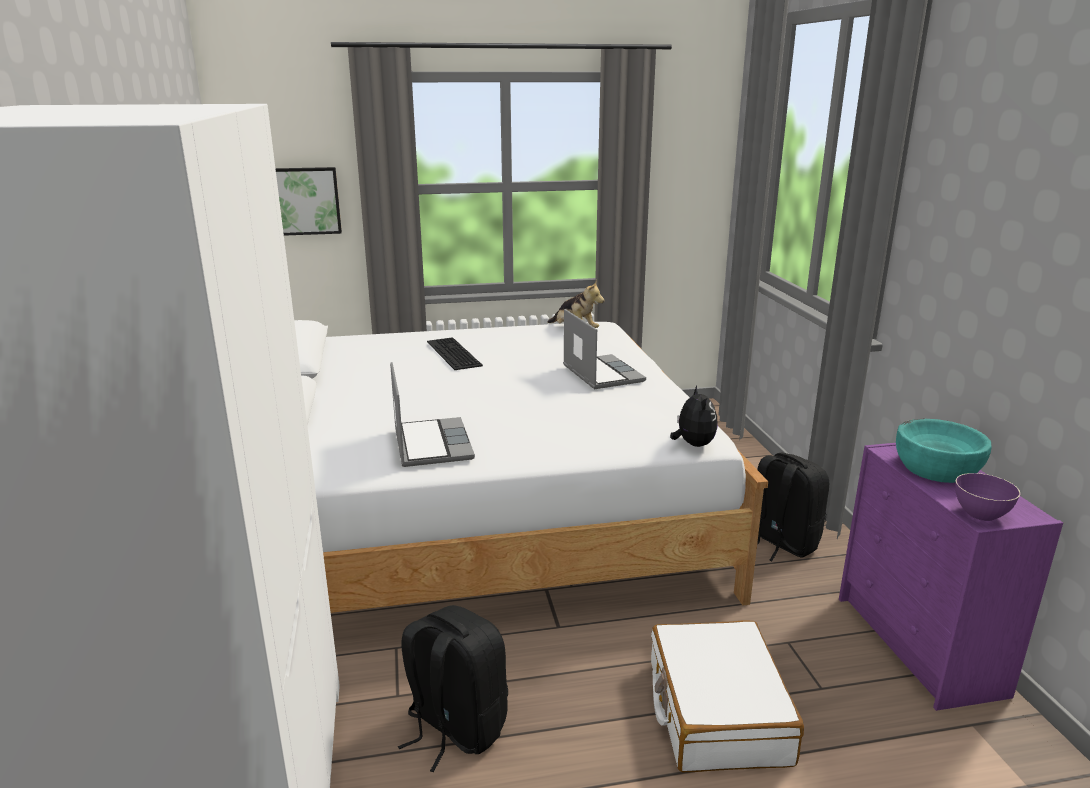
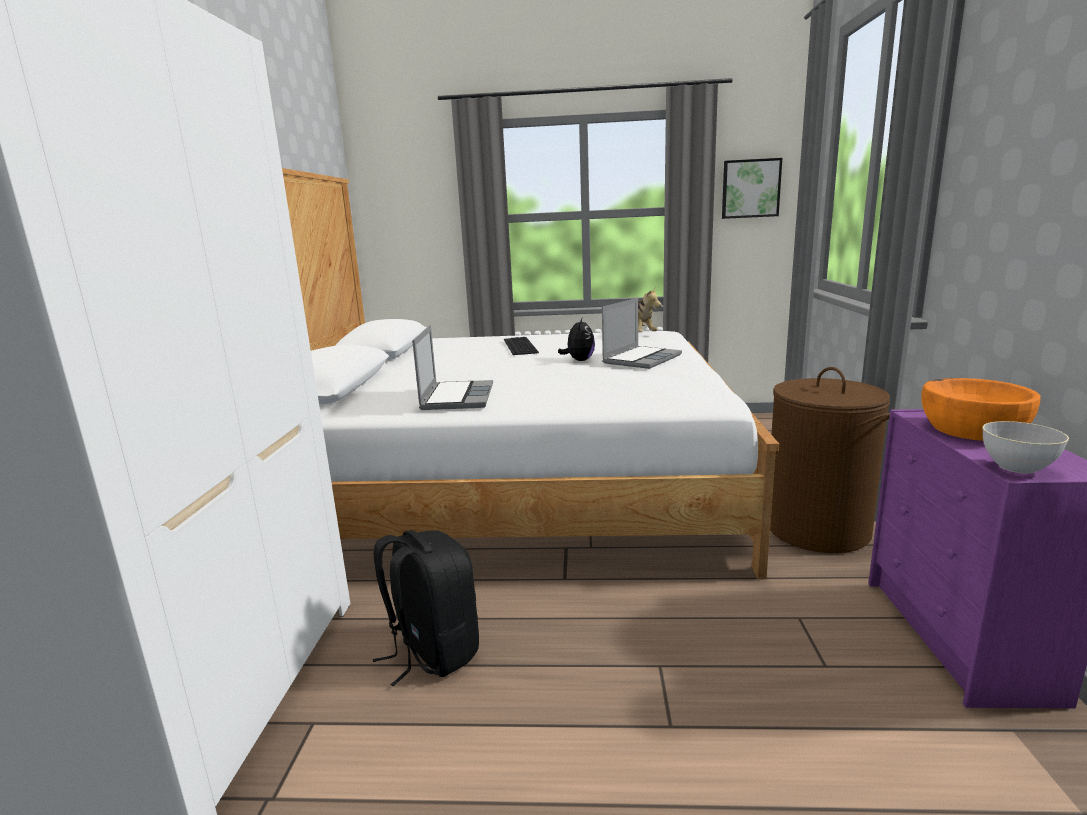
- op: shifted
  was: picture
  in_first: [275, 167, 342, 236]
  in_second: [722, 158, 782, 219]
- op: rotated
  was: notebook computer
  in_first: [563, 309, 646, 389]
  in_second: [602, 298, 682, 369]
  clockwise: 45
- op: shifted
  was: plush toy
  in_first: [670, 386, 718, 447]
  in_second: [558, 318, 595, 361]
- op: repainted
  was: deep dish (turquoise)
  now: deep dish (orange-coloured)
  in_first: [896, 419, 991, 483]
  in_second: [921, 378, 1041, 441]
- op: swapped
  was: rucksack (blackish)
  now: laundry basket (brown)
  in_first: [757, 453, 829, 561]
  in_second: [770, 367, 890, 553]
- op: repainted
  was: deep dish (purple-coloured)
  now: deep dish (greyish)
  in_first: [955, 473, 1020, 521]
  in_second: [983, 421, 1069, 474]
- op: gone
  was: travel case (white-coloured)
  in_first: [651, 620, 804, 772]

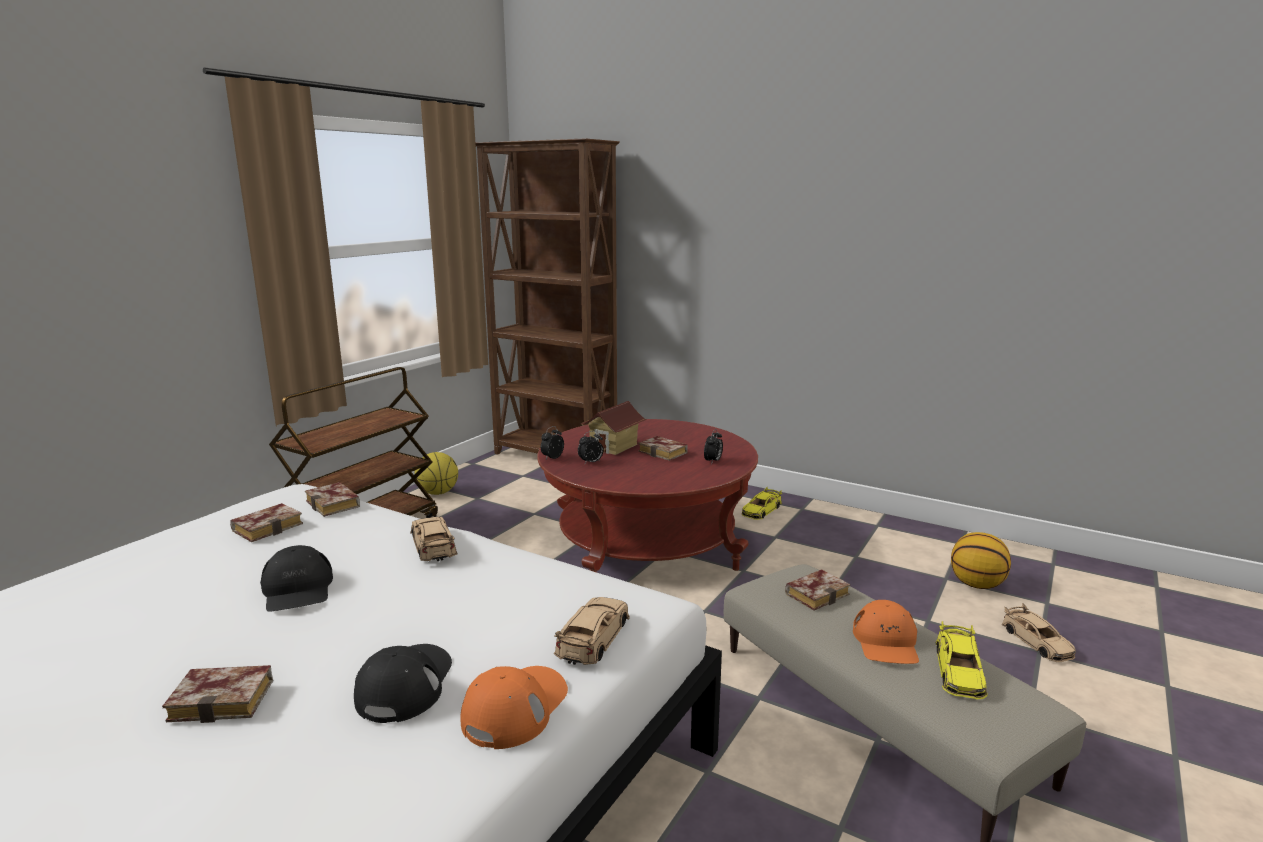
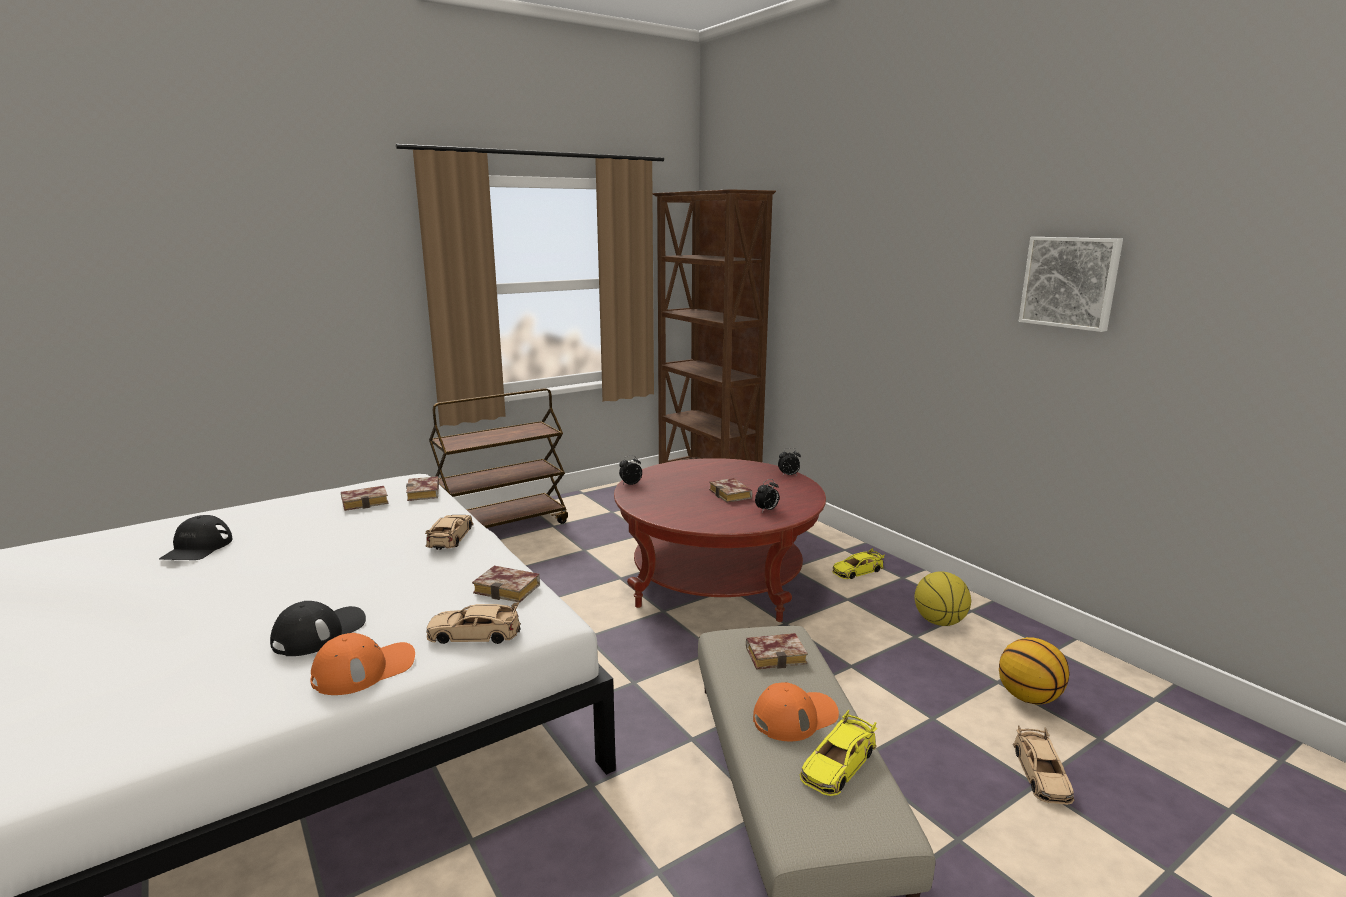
- op: gone
  was: toy house
  in_first: [581, 401, 647, 455]
- op: shifted
  was: alarm clock
  in_first: [578, 431, 603, 465]
  in_second: [778, 448, 801, 476]
- op: shifted
  was: basketball
  in_first: [414, 452, 458, 495]
  in_second: [914, 572, 971, 626]
- op: shifted
  was: peaked cap (blackish)
  in_first: [260, 545, 333, 612]
  in_second: [159, 515, 233, 560]
- op: rotated
  was: toy car (beige-coloured)
  in_first: [554, 597, 630, 665]
  in_second: [426, 602, 521, 644]
  clockwise: -135
- op: rotated
  was: peaked cap (orange-coloured)
  in_first: [853, 600, 919, 664]
  in_second: [753, 682, 839, 741]
  clockwise: -150
- op: shifted
  was: volume
  in_first: [162, 665, 273, 723]
  in_second: [472, 566, 540, 603]
- op: new
  now: picture
  in_second: [1019, 237, 1123, 332]

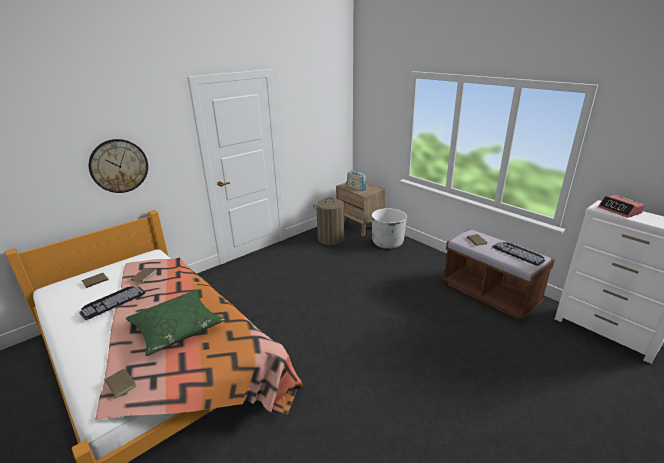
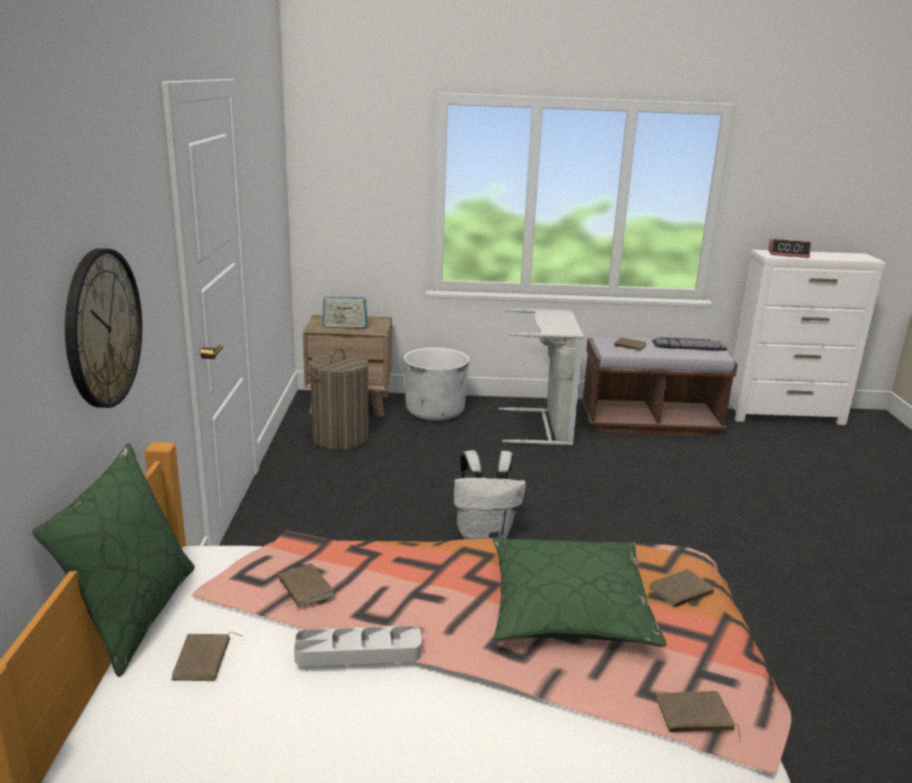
- op: swapped
  was: keyboard
  now: tray (greyish)
  in_first: [79, 286, 145, 320]
  in_second: [294, 626, 422, 666]
- op: new
  now: laundry basket (greyish)
  in_second: [499, 308, 584, 445]
- op: new
  now: throw pillow (greenish)
  in_second: [32, 443, 195, 677]
- op: new
  now: rucksack (white-coloured)
  in_second: [454, 450, 526, 539]
- op: new
  now: volume (brown)
  in_second: [650, 569, 723, 607]

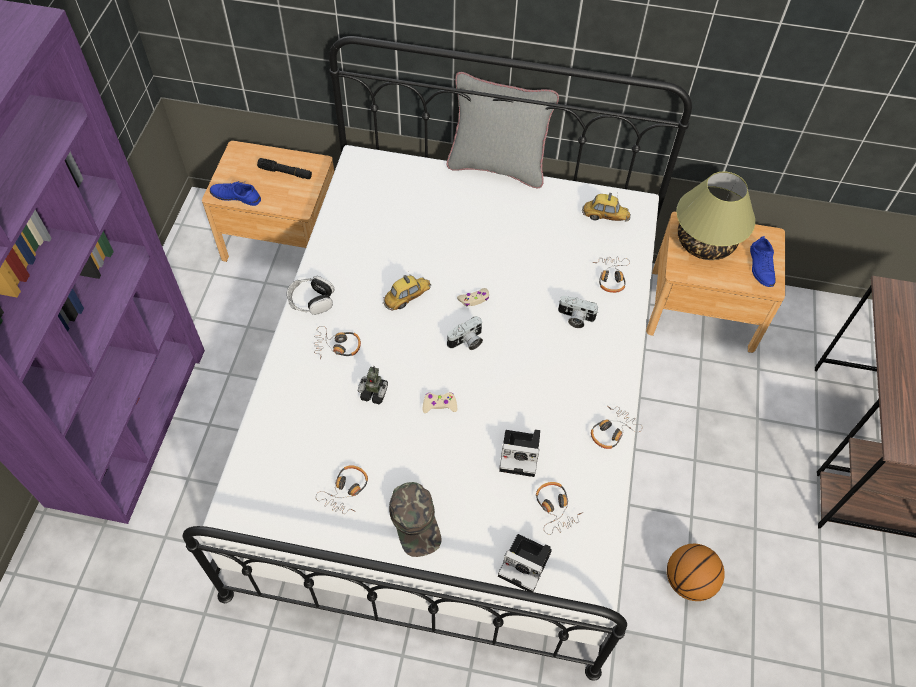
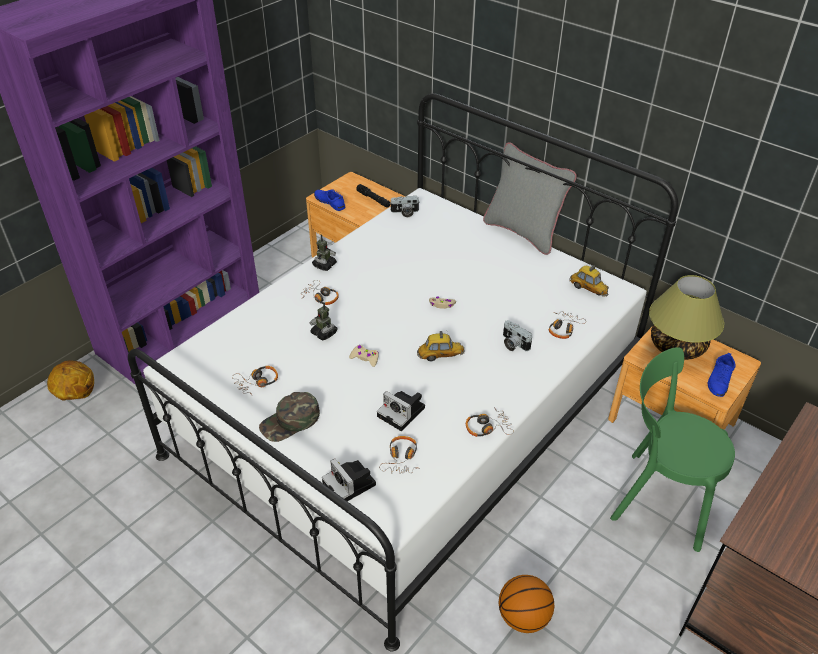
- op: shifted
  was: toy car
  in_first: [383, 275, 431, 311]
  in_second: [417, 331, 465, 361]
- op: swapped
  was: headset
  now: model robot
  in_first: [287, 276, 334, 315]
  in_second: [312, 235, 337, 271]
- op: shifted
  was: photo camera
  in_first: [446, 316, 483, 350]
  in_second: [390, 196, 420, 217]
- op: rotated
  was: peaked cap (greenish)
  in_first: [389, 482, 442, 557]
  in_second: [259, 392, 320, 442]
  clockwise: 45
- op: new
  now: chair (greenish)
  in_second: [610, 347, 735, 552]
- op: new
  now: basketball
  in_second: [47, 360, 94, 400]

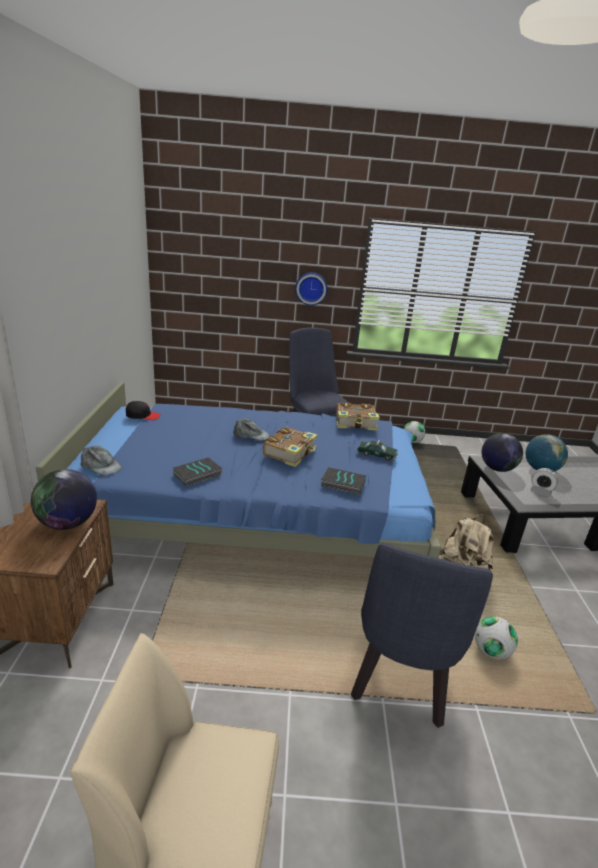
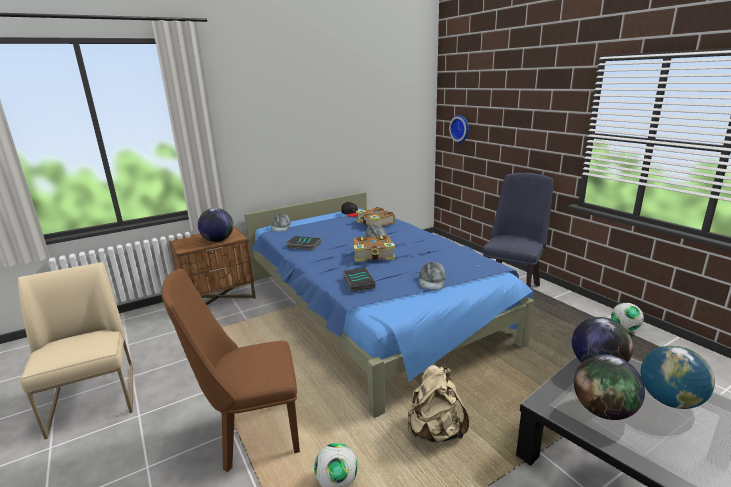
- op: shifted
  was: wall clock
  in_first: [295, 272, 328, 305]
  in_second: [449, 115, 469, 143]
- op: shifted
  was: volume
  in_first: [336, 402, 380, 431]
  in_second: [356, 207, 395, 226]
- op: swapped
  was: toy car
  now: peaked cap (greyish)
  in_first: [357, 440, 398, 461]
  in_second: [419, 261, 446, 290]
- op: swapped
  was: alarm clock
  now: world globe
  in_first: [530, 468, 559, 497]
  in_second: [574, 354, 645, 420]
- op: repainted
  was: chair (blue-coloured)
  now: chair (brown)
  in_first: [351, 543, 493, 728]
  in_second: [162, 269, 300, 472]

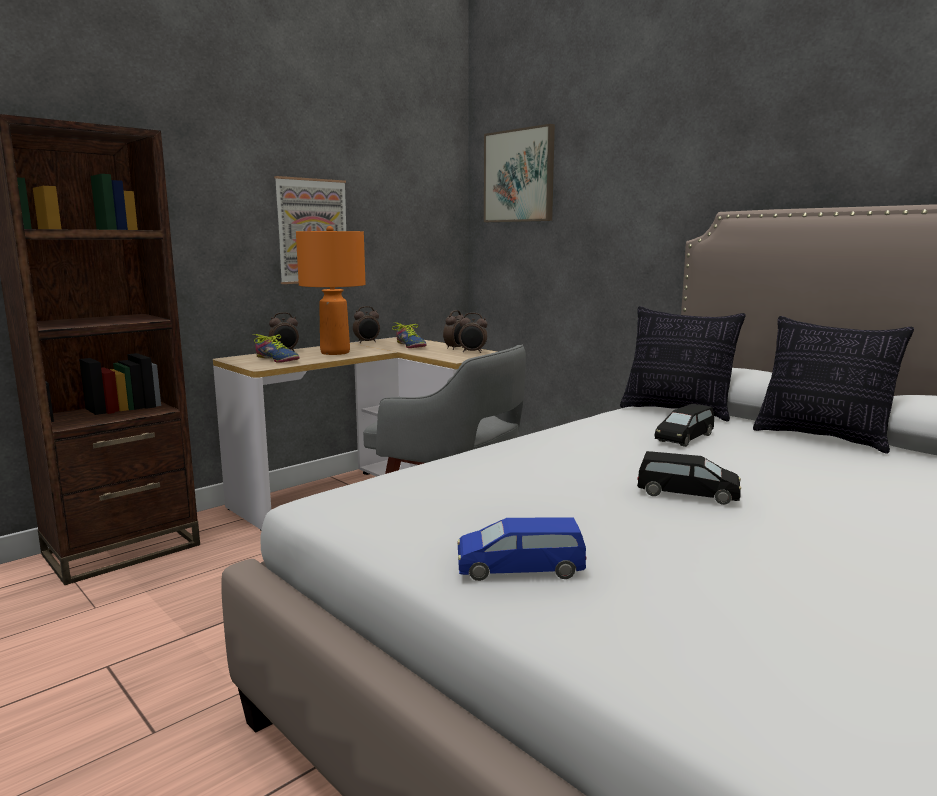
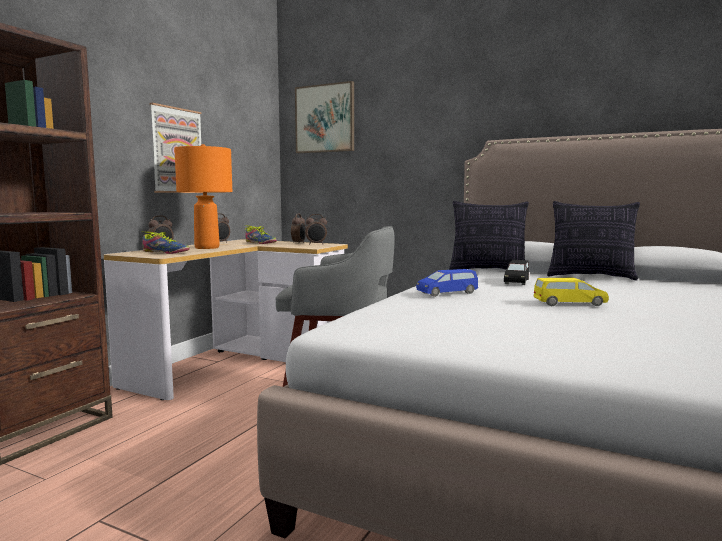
- op: repainted
  was: toy car (blackish)
  now: toy car (yellowish)
  in_first: [637, 451, 741, 505]
  in_second: [534, 278, 609, 306]
- op: shifted
  was: toy car (blue-coloured)
  in_first: [458, 517, 586, 581]
  in_second: [416, 269, 478, 297]

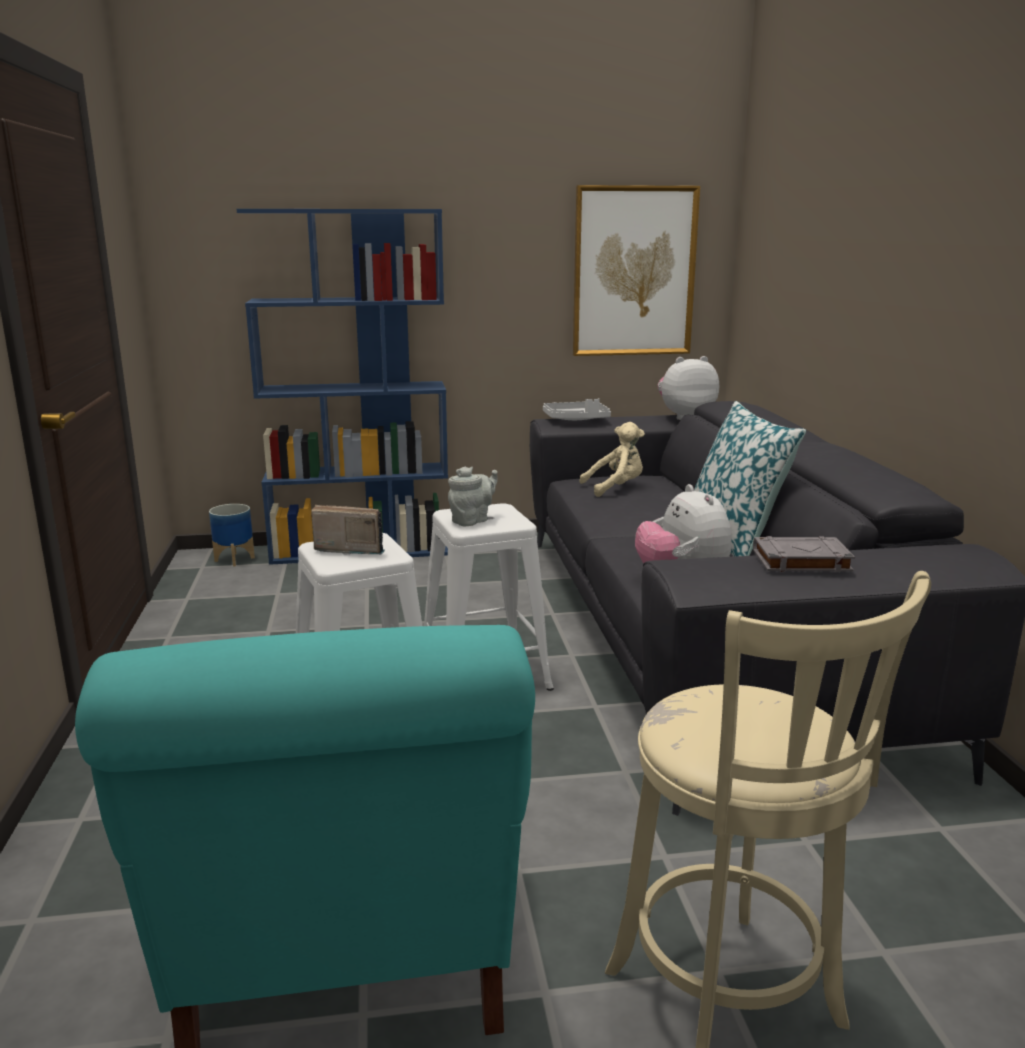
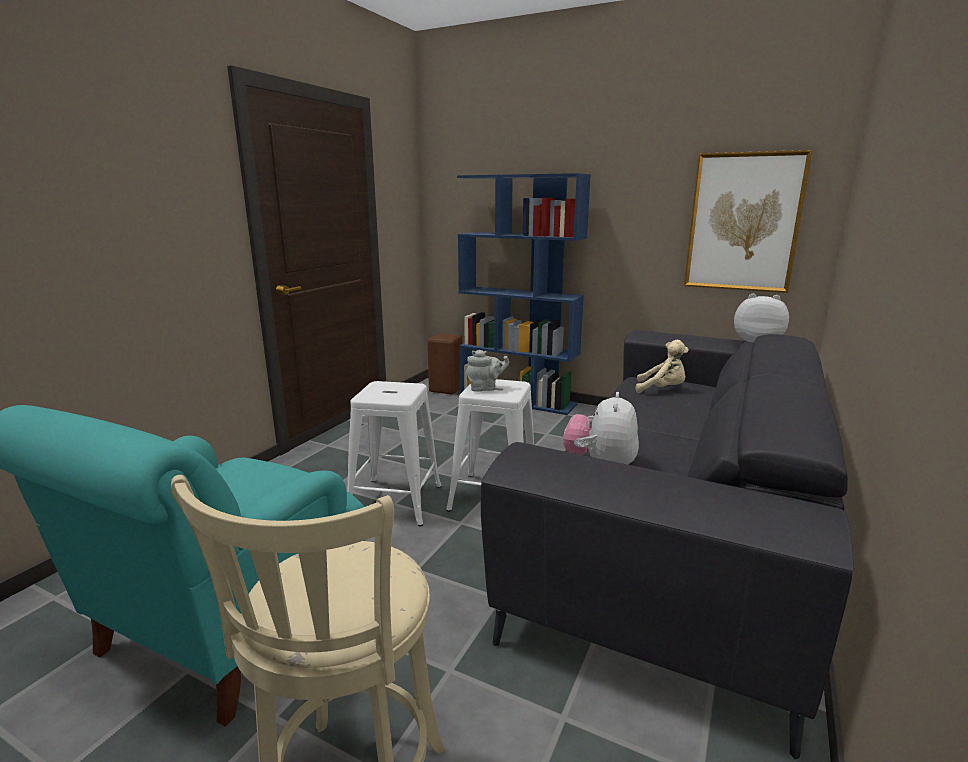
- op: gone
  was: tray (greyish)
  in_first: [543, 398, 611, 420]
- op: gone
  was: throw pillow
  in_first: [694, 401, 806, 556]
- op: swapped
  was: planter
  now: sitting stool (brown)
  in_first: [209, 504, 255, 567]
  in_second: [427, 333, 462, 394]
- op: gone
  was: radio set
  in_first: [311, 505, 385, 554]
- op: gone
  was: volume (greyish)
  in_first: [753, 536, 855, 572]

